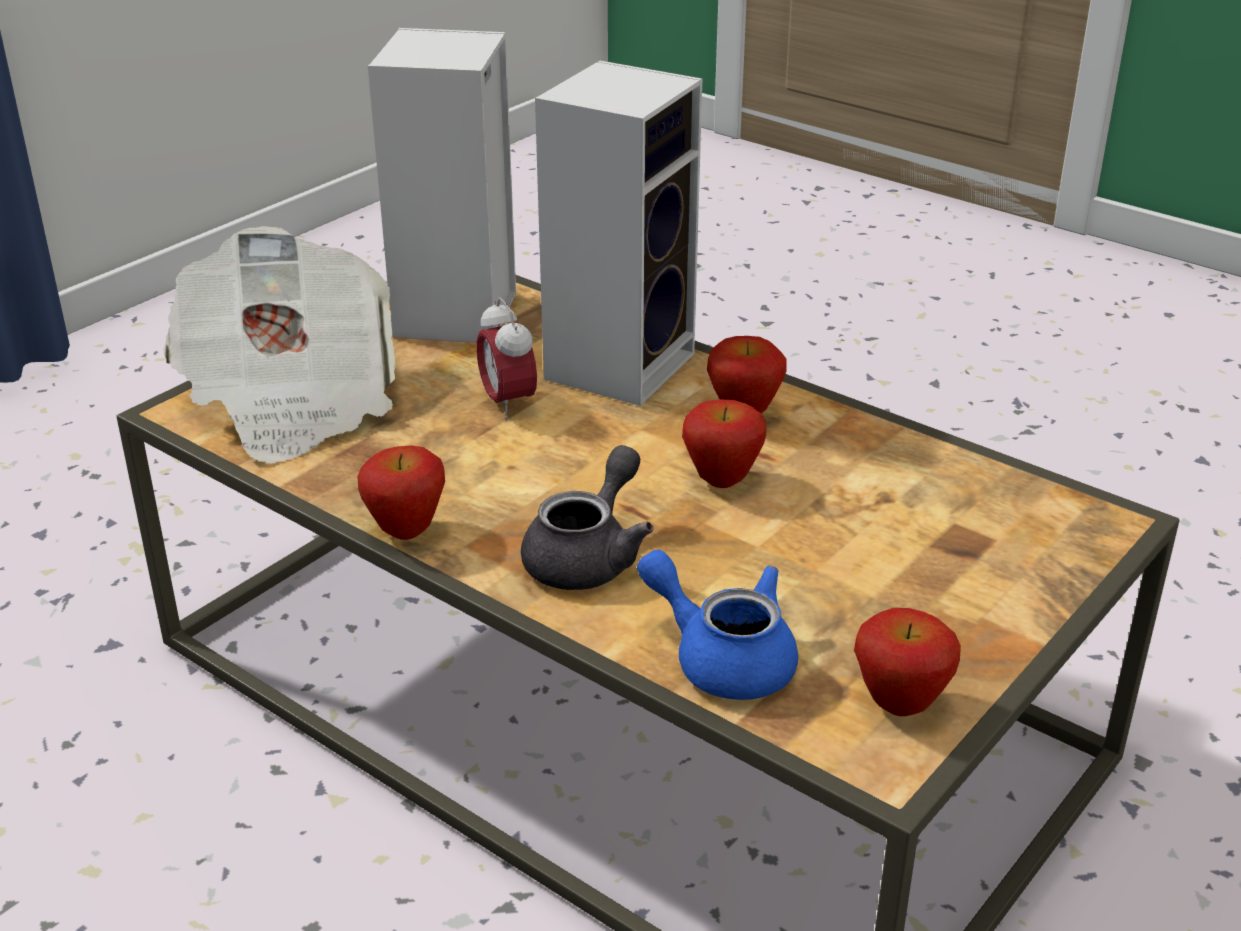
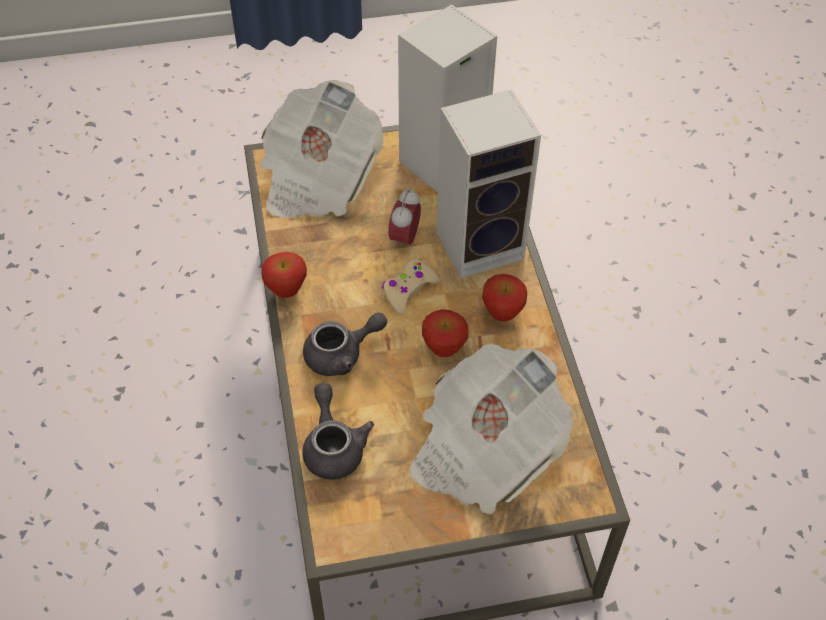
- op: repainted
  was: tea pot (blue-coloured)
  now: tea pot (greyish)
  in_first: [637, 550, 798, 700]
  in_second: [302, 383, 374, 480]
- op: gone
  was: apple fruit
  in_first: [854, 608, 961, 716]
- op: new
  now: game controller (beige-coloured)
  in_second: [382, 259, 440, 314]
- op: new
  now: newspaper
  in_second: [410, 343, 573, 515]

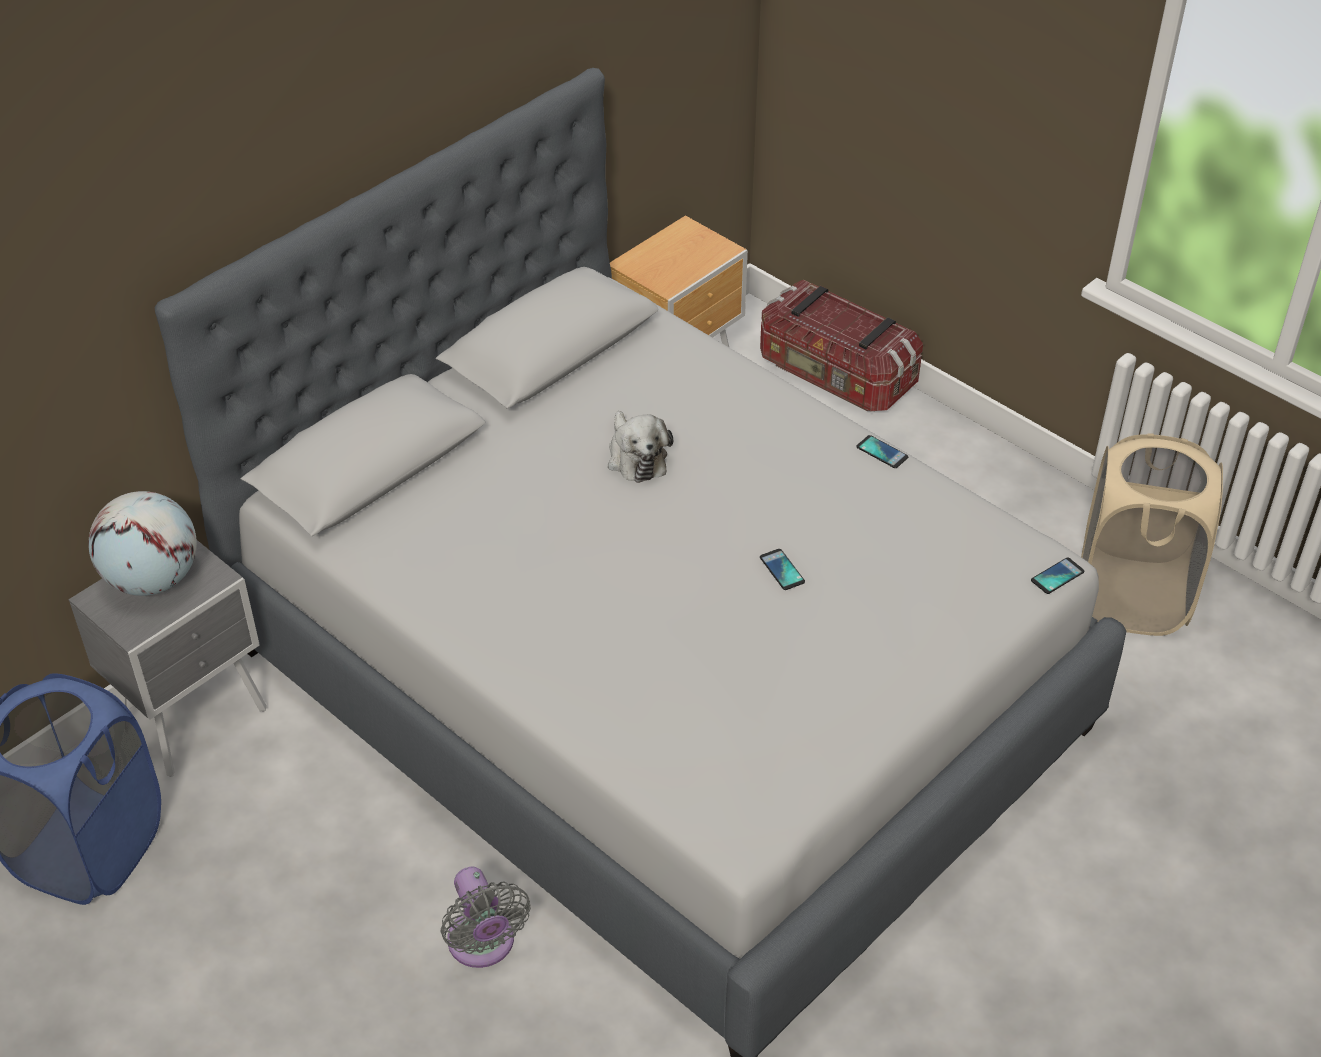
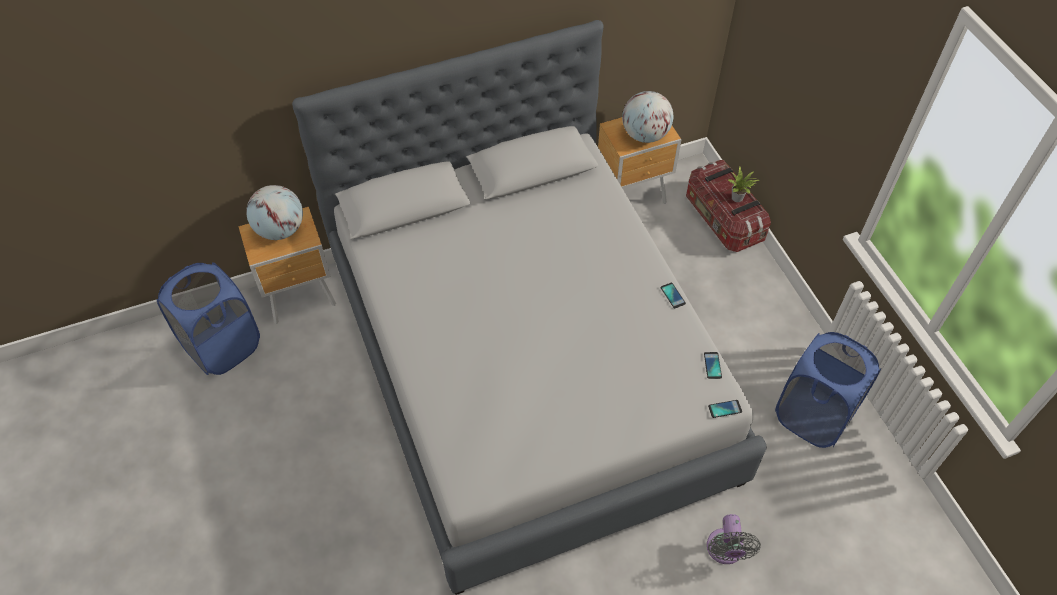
- op: gone
  was: plush toy
  in_first: [608, 411, 673, 483]
- op: repainted
  was: laundry basket (beige-coloured)
  now: laundry basket (blue-coloured)
  in_first: [1081, 433, 1223, 636]
  in_second: [775, 332, 881, 448]
- op: repainted
  was: night table (greyish)
  now: night table (brown)
  in_first: [68, 540, 267, 777]
  in_second: [238, 207, 336, 324]
- op: shifted
  was: phone
  in_first: [760, 549, 805, 590]
  in_second: [704, 352, 722, 379]
- op: shifted
  was: fan (greyish)
  in_first: [440, 867, 531, 968]
  in_second: [707, 514, 761, 564]
- op: new
  now: world globe
  in_second: [622, 91, 673, 143]
- op: new
  now: houseplant
  in_second: [728, 166, 760, 202]

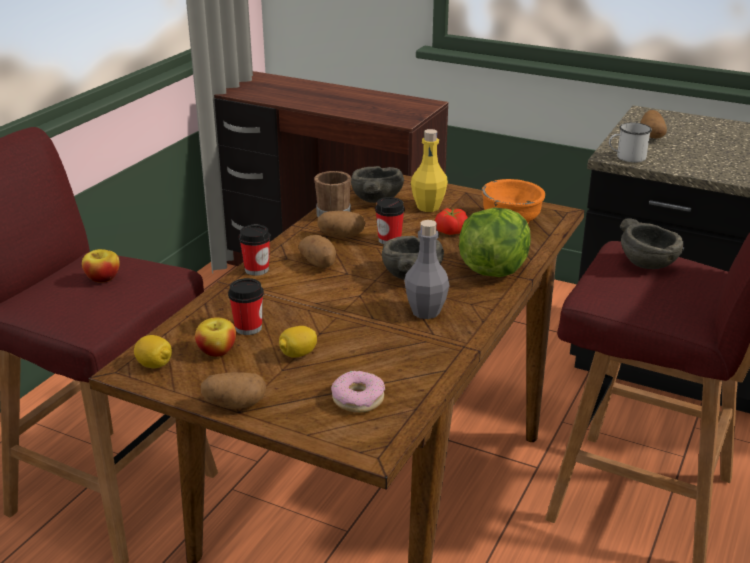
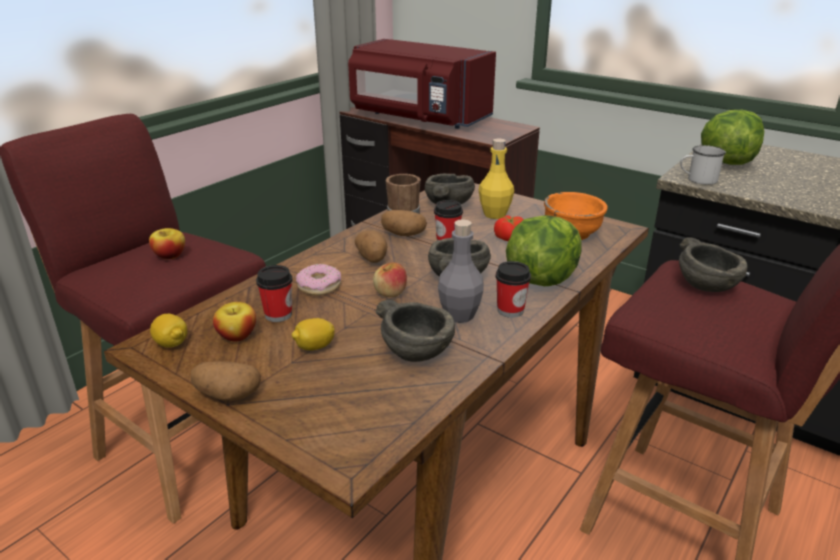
- op: swapped
  was: potato
  now: lettuce
  in_first: [641, 110, 667, 139]
  in_second: [701, 110, 764, 165]
- op: shifted
  was: small cup
  in_first: [239, 225, 271, 276]
  in_second: [496, 261, 531, 318]
- op: shifted
  was: donut
  in_first: [331, 371, 385, 413]
  in_second: [296, 264, 341, 296]
- op: new
  now: microwave (red)
  in_second: [348, 39, 496, 129]
- op: new
  now: apple fruit
  in_second: [373, 262, 407, 297]
- op: new
  now: deep dish (greyish)
  in_second: [375, 300, 455, 362]

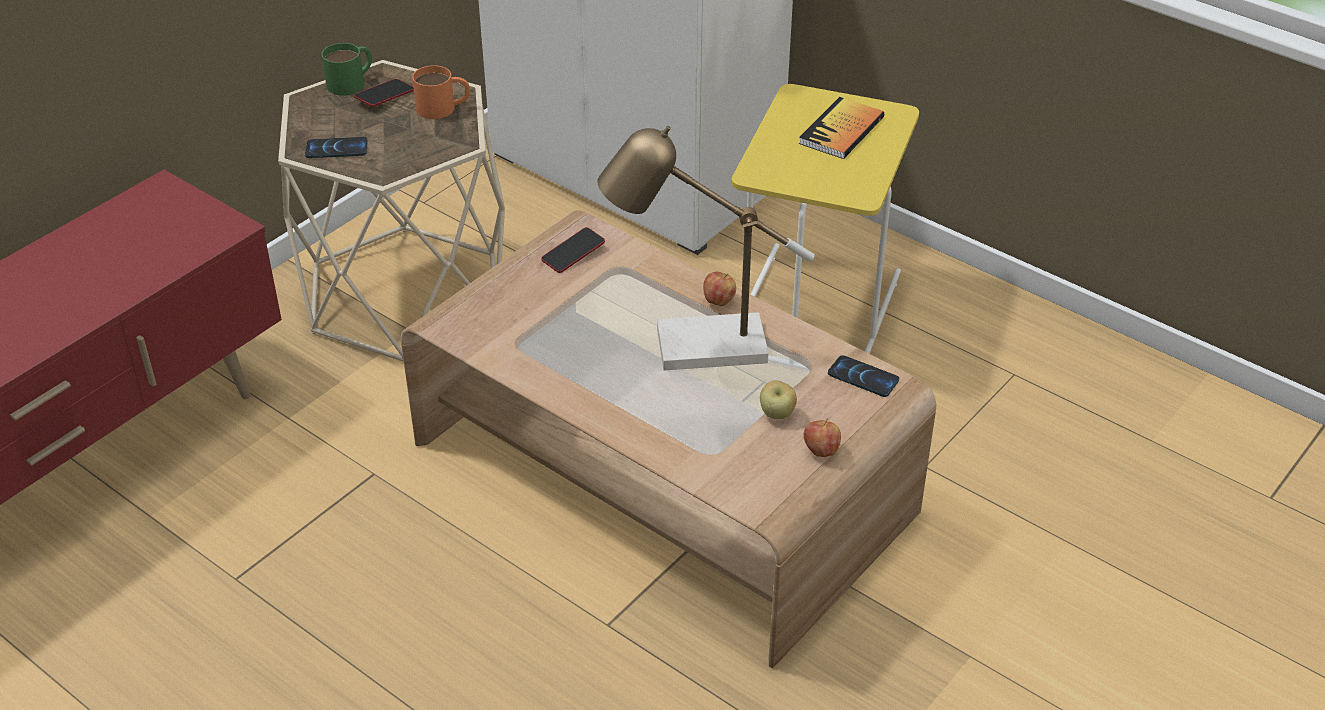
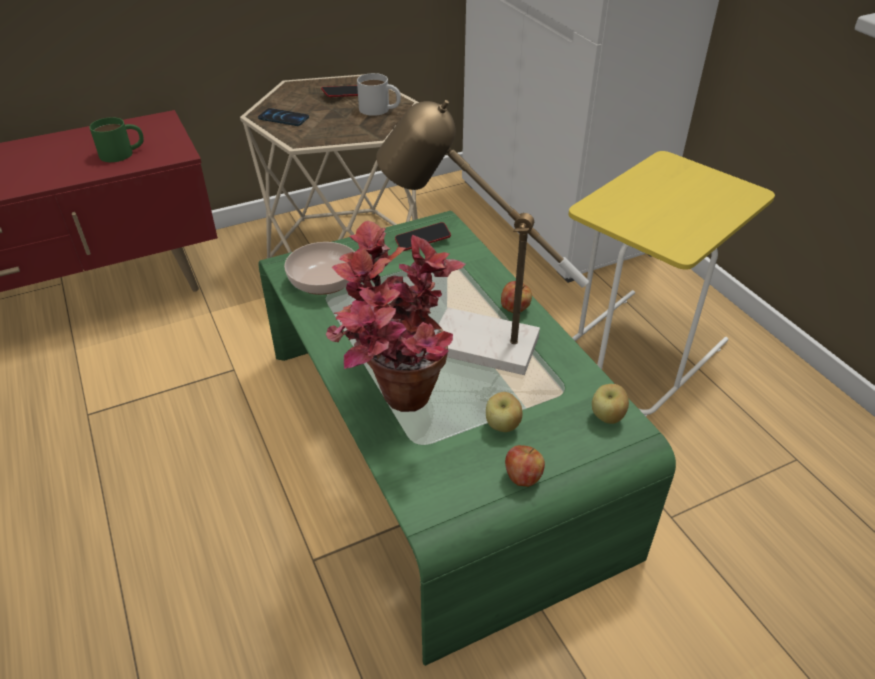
- op: shifted
  was: coffee mug (greenish)
  in_first: [322, 43, 372, 96]
  in_second: [89, 117, 144, 162]
- op: repainted
  was: coffee mug (orange-coloured)
  now: coffee mug (white-coloured)
  in_first: [412, 65, 470, 119]
  in_second: [357, 73, 401, 116]
- op: gone
  was: volume
  in_first: [799, 97, 884, 159]
- op: repainted
  was: lounge table (brown)
  now: lounge table (greenish)
  in_first: [401, 210, 936, 668]
  in_second: [258, 211, 676, 666]
- op: swapped
  was: phone
  now: apple fruit
  in_first: [828, 355, 899, 397]
  in_second: [592, 384, 629, 424]
- op: new
  now: houseplant
  in_second: [326, 221, 465, 412]
- op: new
  now: deep dish
  in_second: [284, 242, 355, 295]

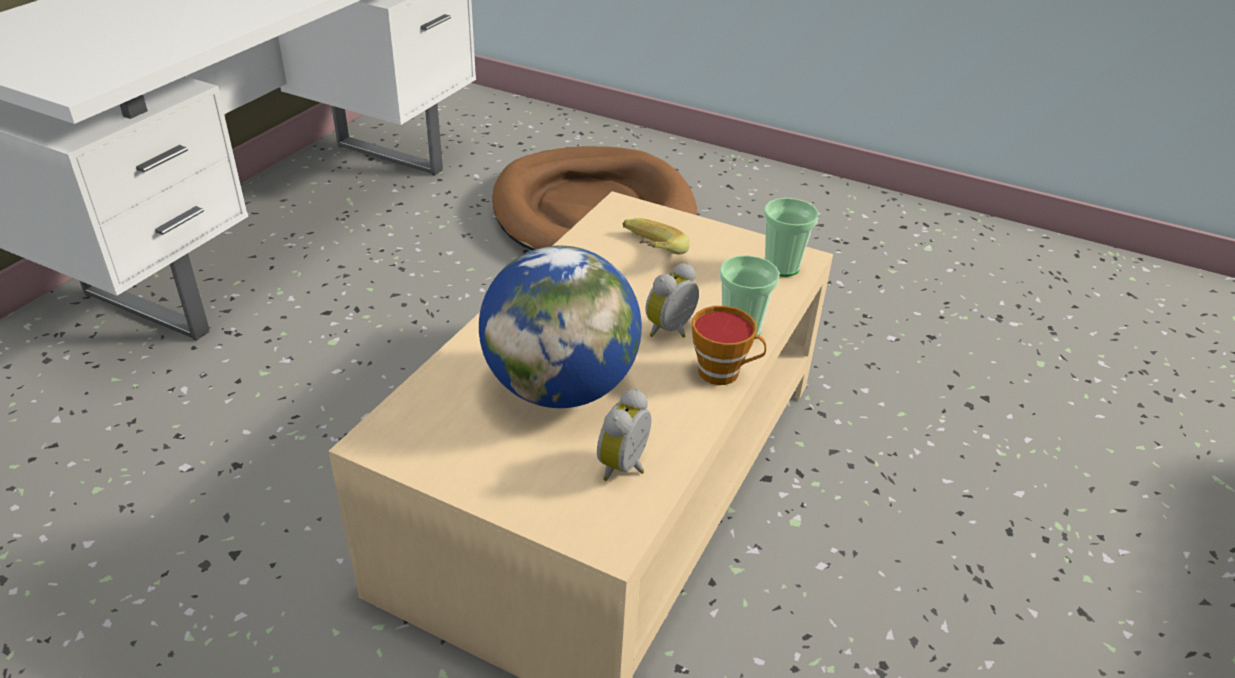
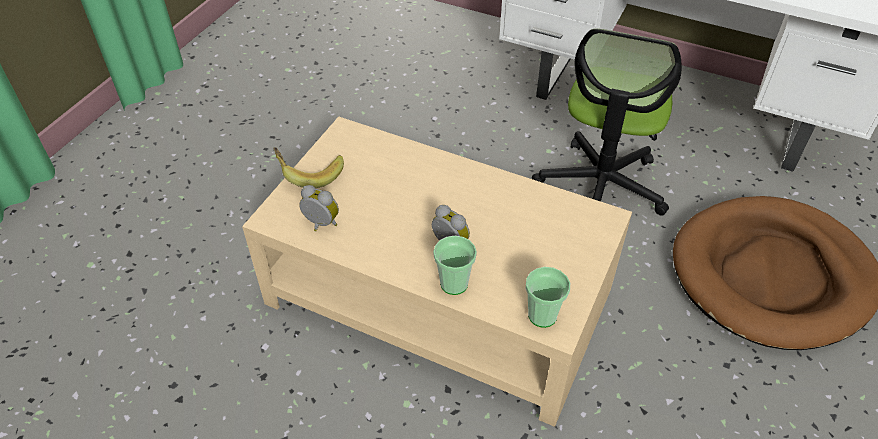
- op: shifted
  was: whole banana
  in_first: [623, 218, 690, 254]
  in_second: [273, 147, 344, 188]
- op: gone
  was: world globe
  in_first: [479, 246, 642, 408]
- op: gone
  was: small cup
  in_first: [692, 306, 766, 385]
- op: new
  now: office chair
  in_second: [532, 28, 682, 216]

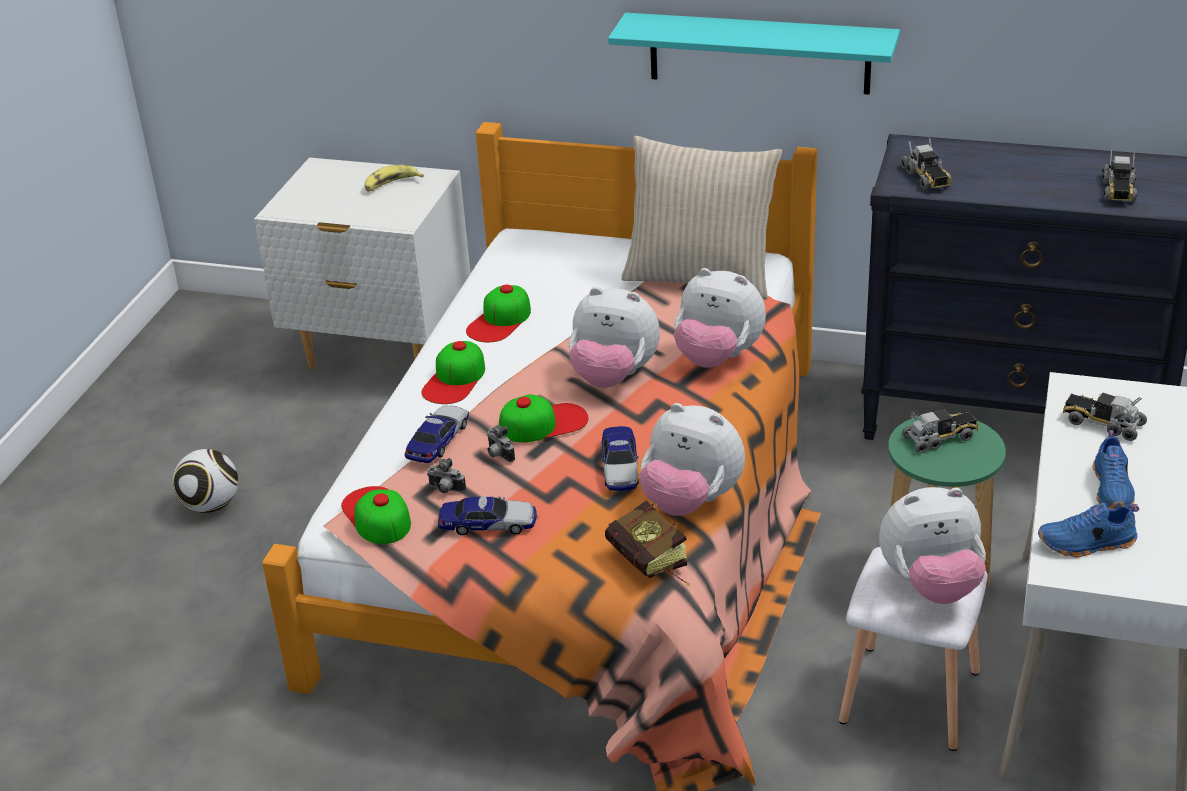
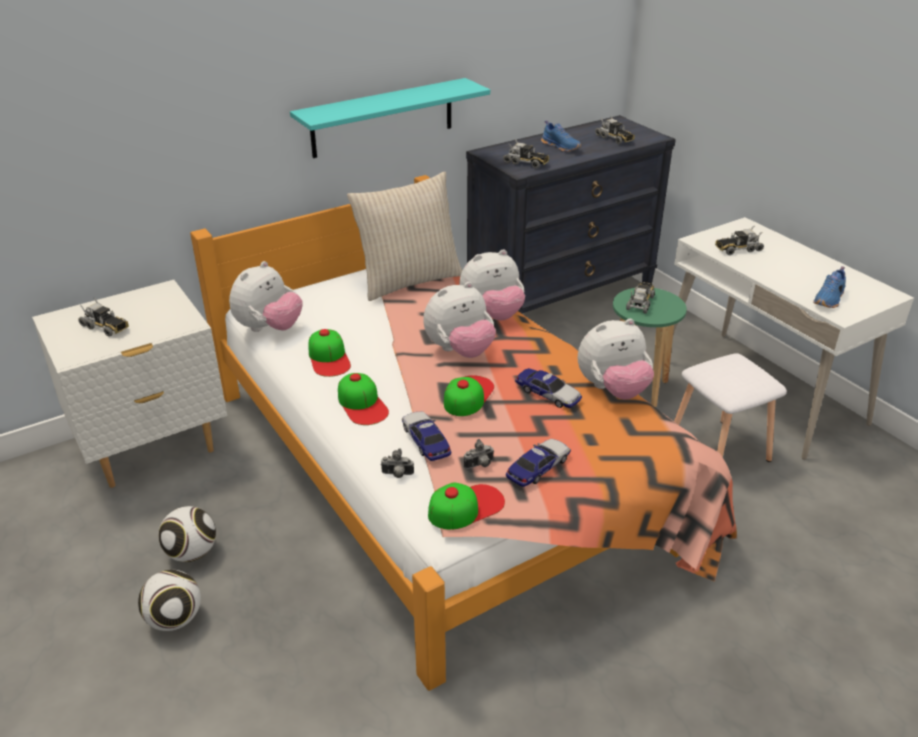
- op: gone
  was: whole banana
  in_first: [365, 165, 424, 192]
- op: shifted
  was: photo camera
  in_first: [487, 425, 515, 462]
  in_second: [381, 449, 414, 478]
- op: shifted
  was: shoe (blue-coloured)
  in_first: [1093, 430, 1135, 509]
  in_second: [541, 120, 581, 152]
- op: rotated
  was: peaked cap
  in_first: [341, 486, 411, 544]
  in_second: [428, 483, 505, 529]
  clockwise: 135
- op: shifted
  was: plush toy
  in_first: [879, 487, 986, 604]
  in_second: [229, 261, 303, 332]
- op: gone
  was: volume
  in_first: [605, 501, 689, 586]
- op: new
  now: toy lorry
  in_second: [78, 298, 129, 337]
- op: new
  now: football ball
  in_second: [159, 506, 216, 562]

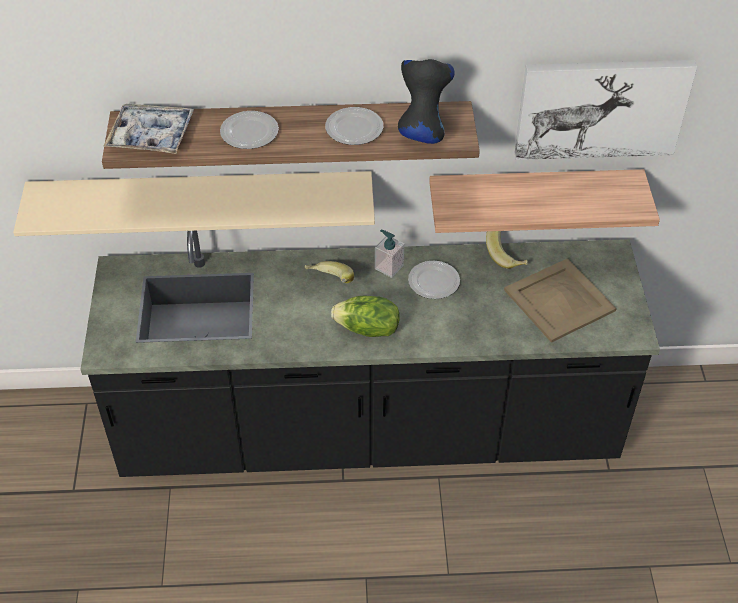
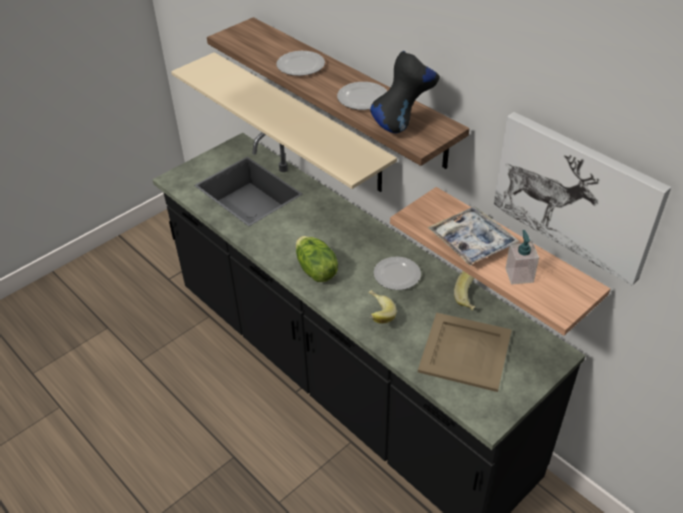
- op: shifted
  was: tray
  in_first: [104, 104, 194, 154]
  in_second: [427, 207, 519, 266]
- op: shifted
  was: soap dispenser
  in_first: [375, 230, 404, 278]
  in_second: [505, 230, 539, 284]
- op: shifted
  was: whole banana
  in_first: [305, 261, 354, 283]
  in_second: [369, 290, 397, 324]

